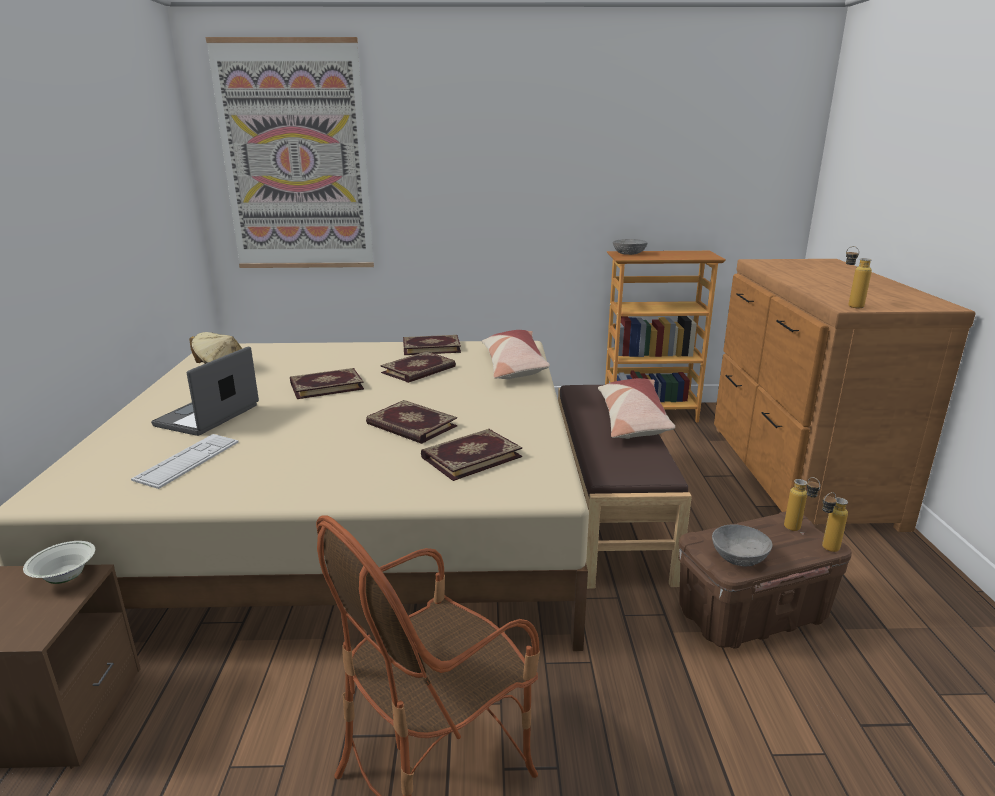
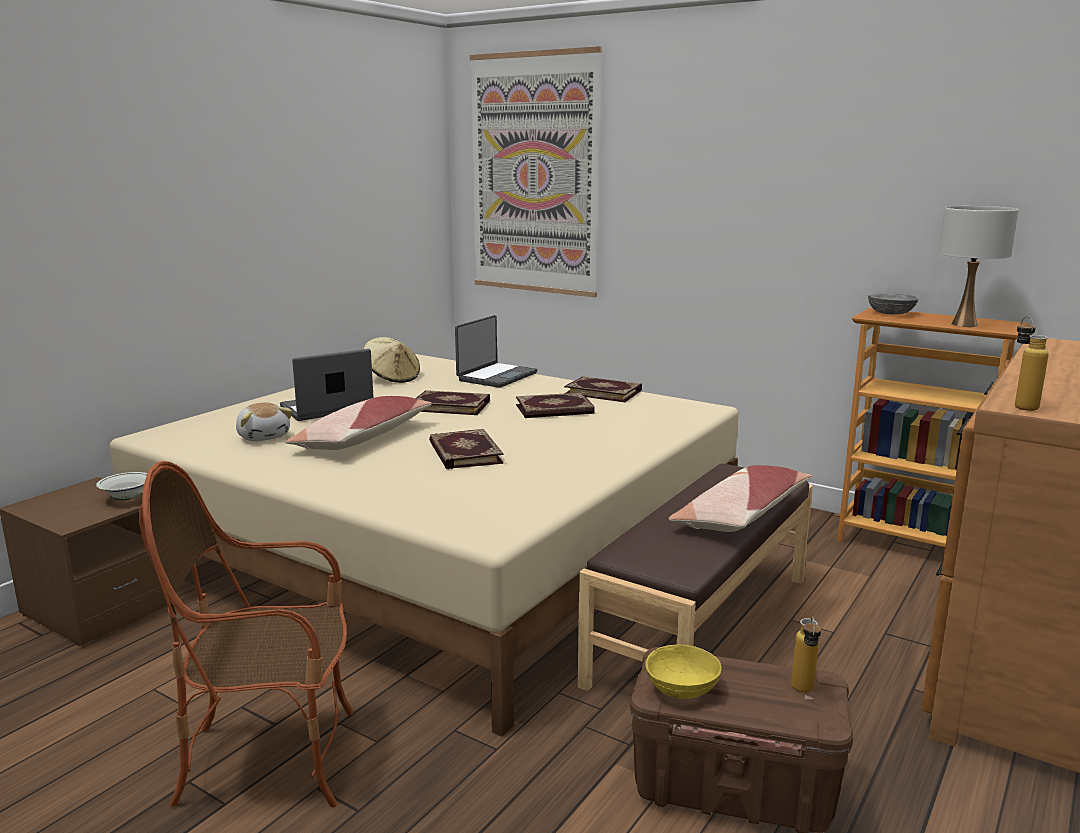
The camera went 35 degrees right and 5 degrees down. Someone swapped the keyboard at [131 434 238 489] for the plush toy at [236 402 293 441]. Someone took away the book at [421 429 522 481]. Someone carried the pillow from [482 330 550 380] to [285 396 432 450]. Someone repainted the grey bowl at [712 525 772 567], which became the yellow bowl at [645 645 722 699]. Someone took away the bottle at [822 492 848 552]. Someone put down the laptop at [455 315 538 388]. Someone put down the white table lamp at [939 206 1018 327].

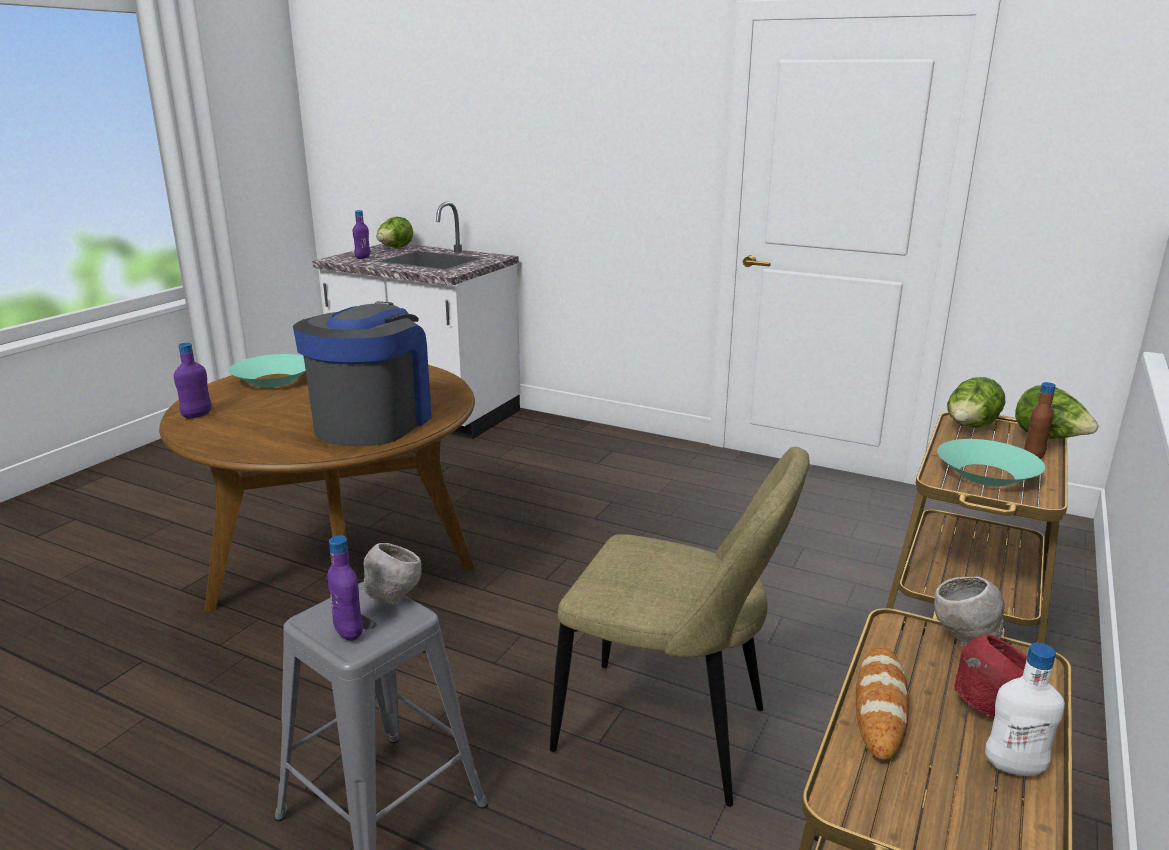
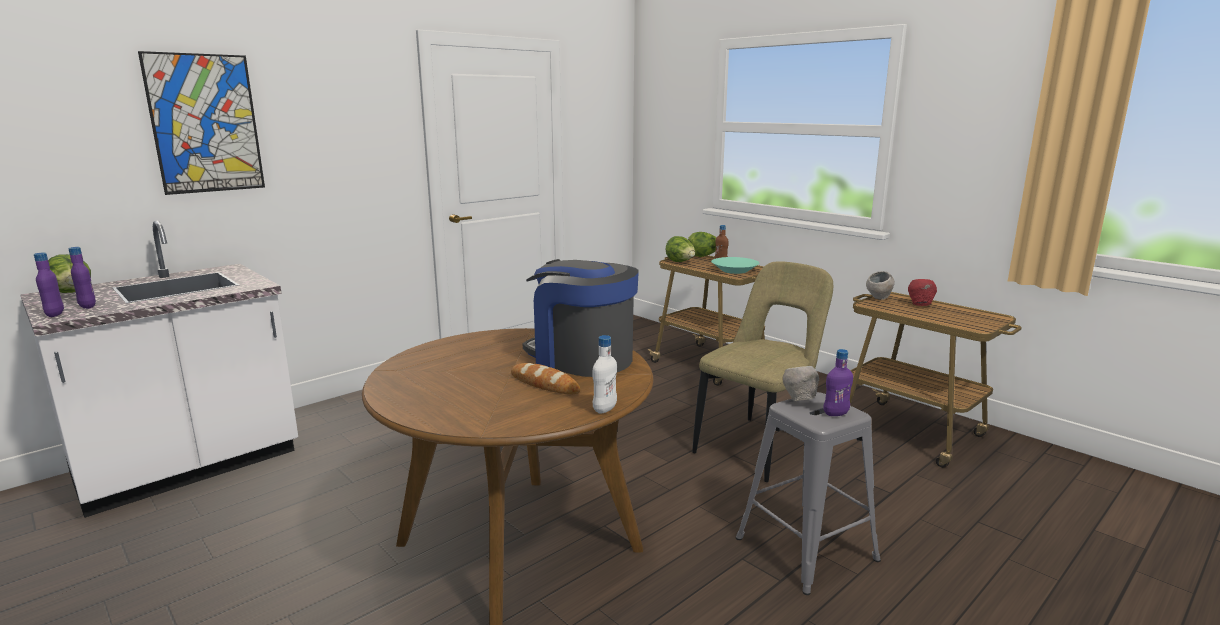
The camera went 70 degrees left and 5 degrees down. Someone carried the purple bottle from [174 343 212 419] to [34 253 64 317]. Someone took away the turquoise bowl at [229 354 306 387]. Someone carried the bread from [856 646 909 760] to [511 363 580 394]. Someone carried the white bottle from [985 643 1065 776] to [593 335 617 414]. Someone put up the picture at [138 51 265 195].

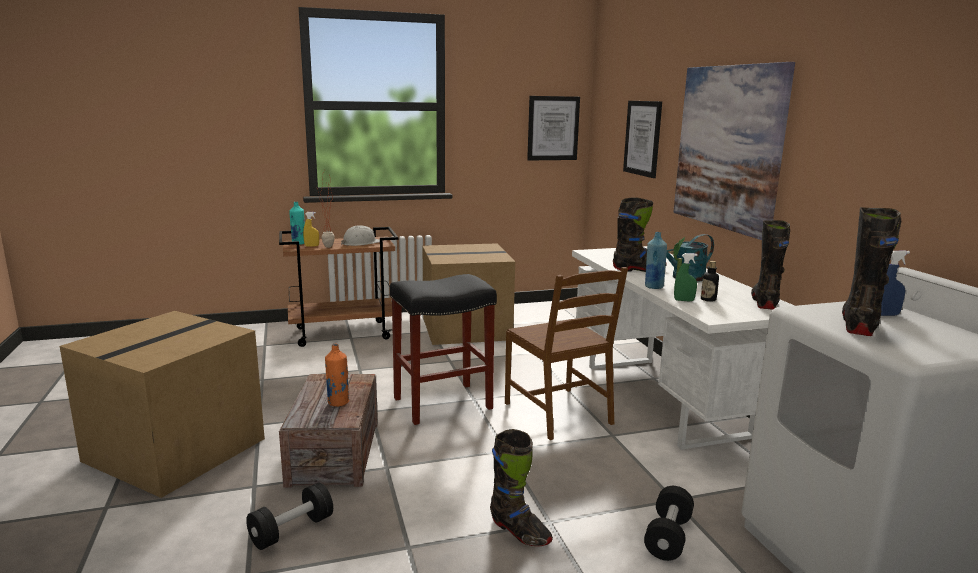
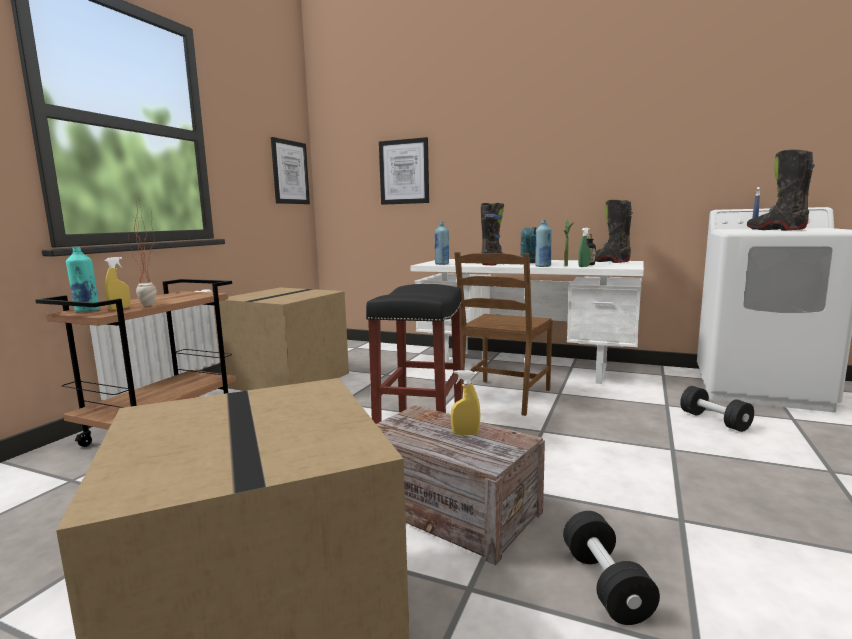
The camera went 50 degrees left and 5 degrees down. Someone swapped the orange bottle at [325 344 350 407] for the yellow spray bottle at [451 370 480 435]. Someone took away the white hard hat at [341 225 380 246]. Someone took away the black boot at [490 429 553 546]. Someone rotated the brown chair at [505 267 628 440] by 105 degrees clockwise. Someone took away the picture at [673 62 795 240]. Someone put down the blue bottle at [435 222 449 265].

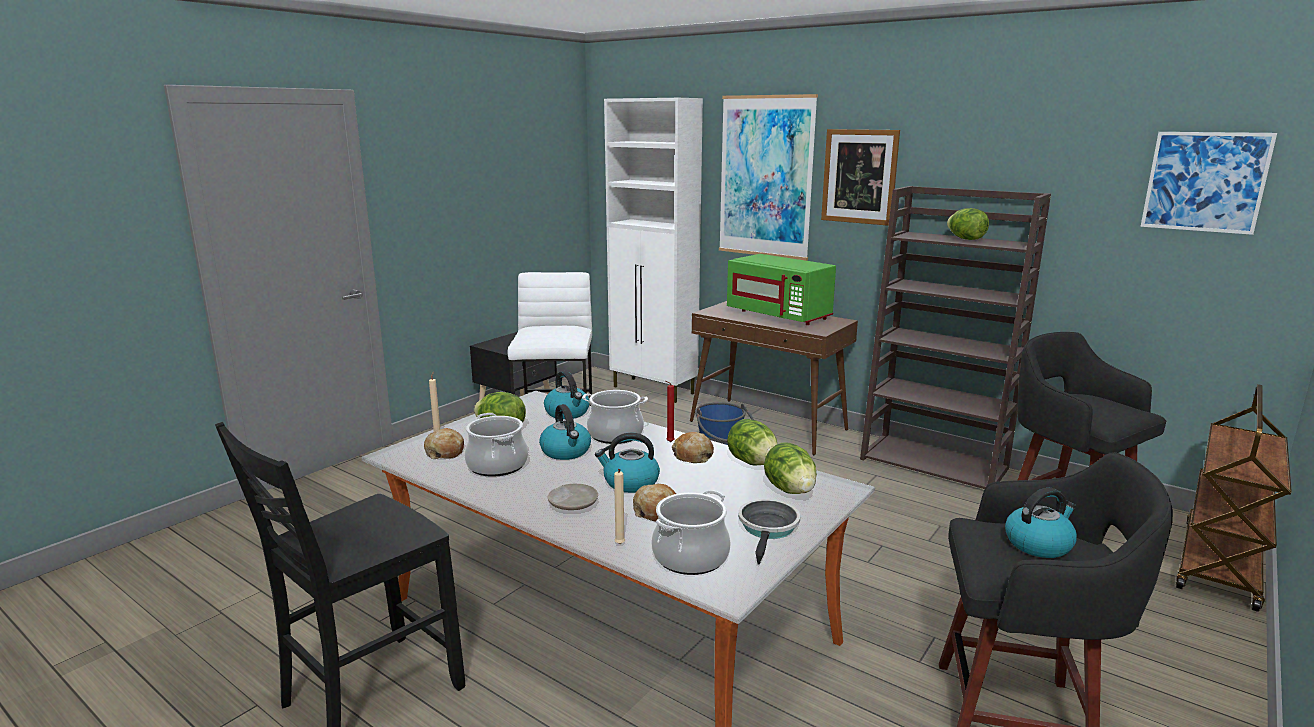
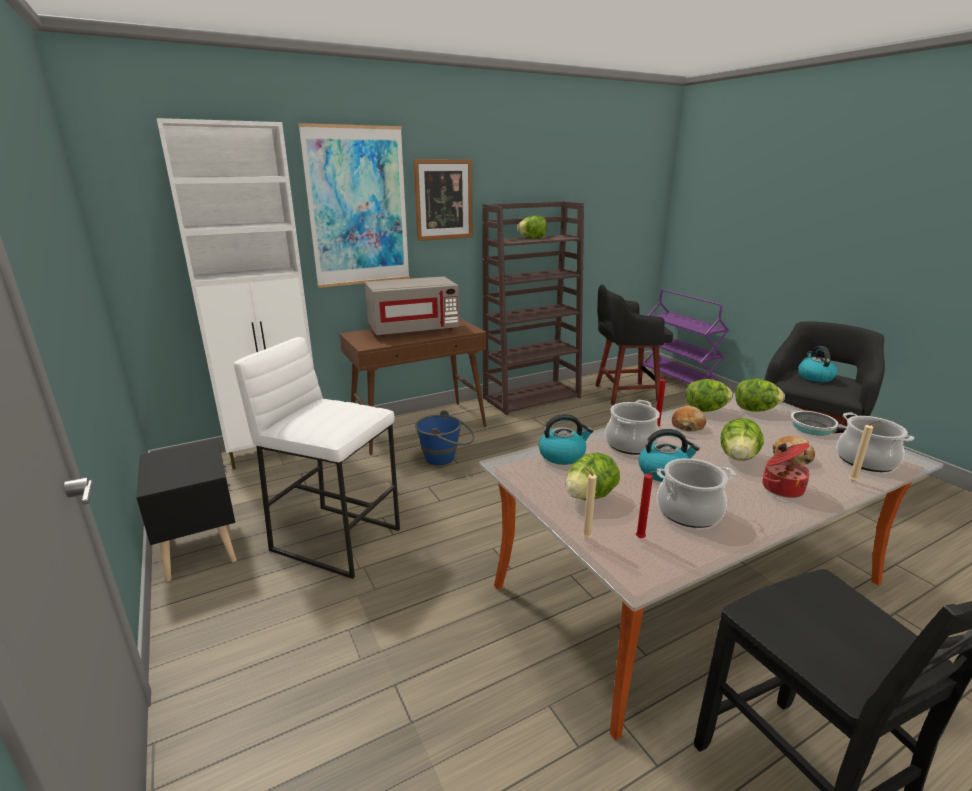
The camera went 65 degrees left and 5 degrees up. Someone swapped the bread at [424 428 464 459] for the red candle at [636 470 659 538]. Someone swapped the beige plate at [547 484 598 510] for the cooking pot at [762 443 809 498]. Someone swapped the kettle at [595 433 660 493] for the lettuce at [721 418 764 461]. Someone repainted the green microwave at [727 254 836 325], which became the grey microwave at [365 277 459 337]. Someone took away the picture at [1140 132 1277 235]. Someone repainted the brown cart at [1175 384 1292 612], which became the purple cart at [643 290 729 384].

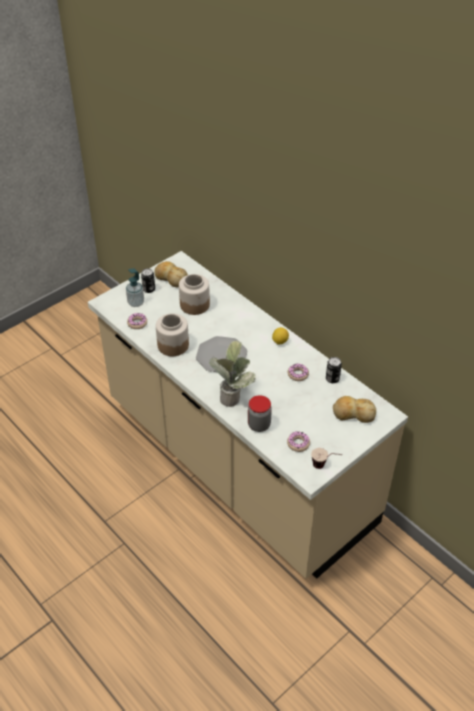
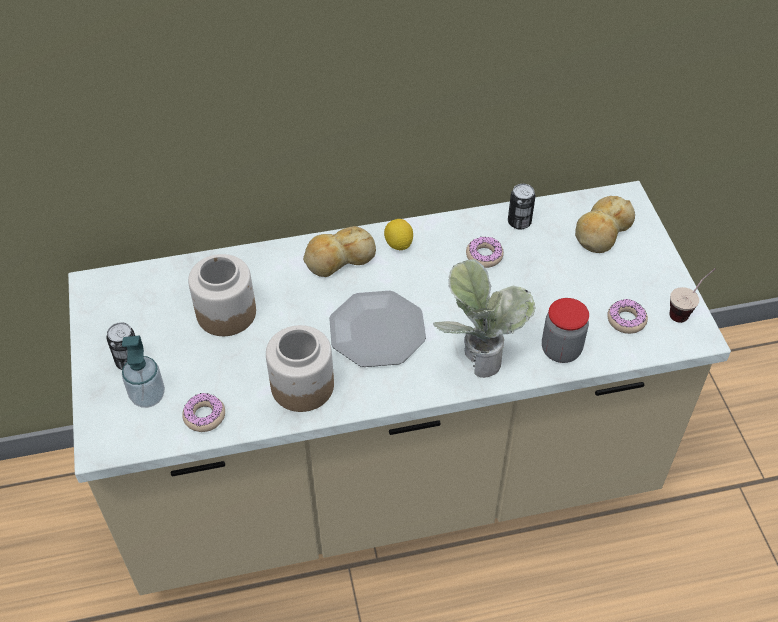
The camera went 60 degrees left and 5 degrees up. Someone carried the bread from [155 261 188 288] to [303 226 376 277].

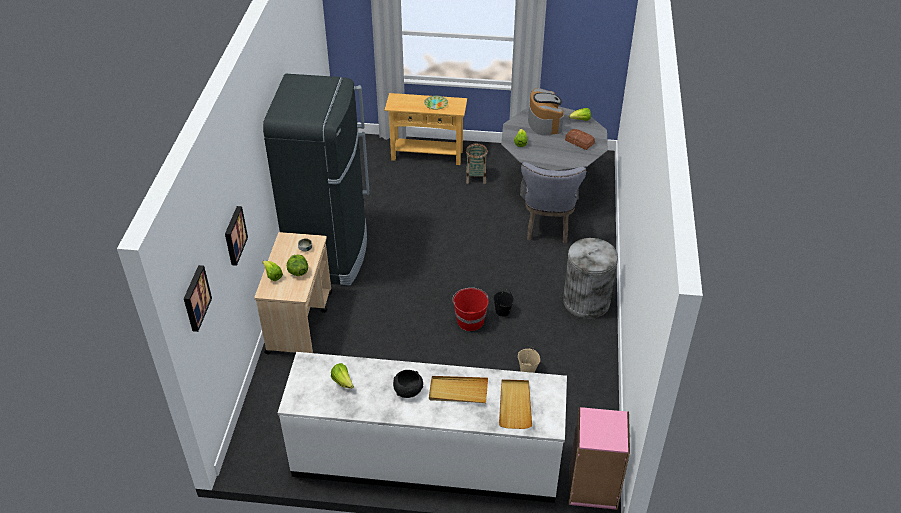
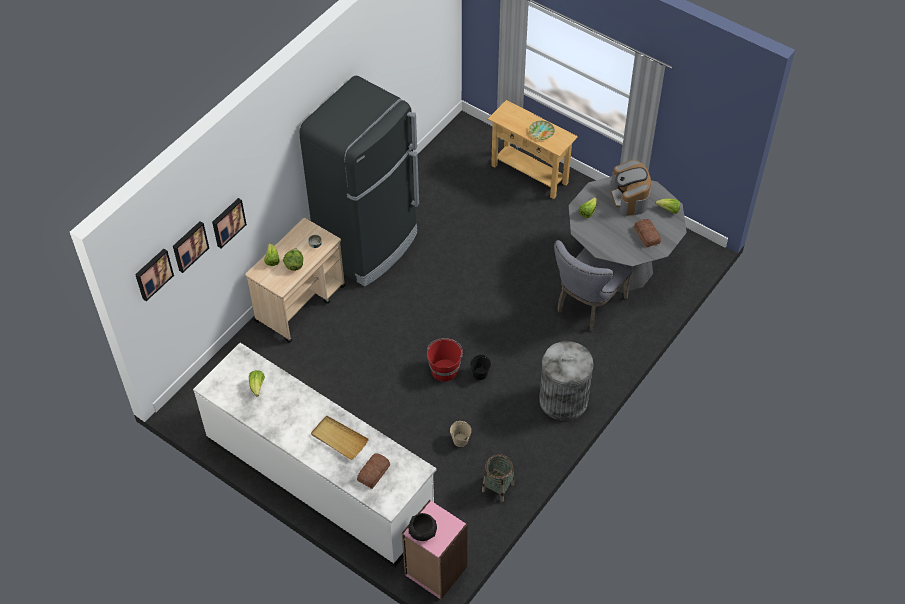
The camera went 30 degrees right and 10 degrees up. Someone carried the black bowl from [393 370 423 398] to [409 513 437 541]. Someone carried the basket from [466 144 488 184] to [482 454 514 502]. Someone swapped the beige tray at [499 379 532 429] for the bread at [357 453 390 489]. Someone rotated the coffee machine at [528 88 563 136] by 150 degrees clockwise. Someone put up the picture at [173 221 209 273].

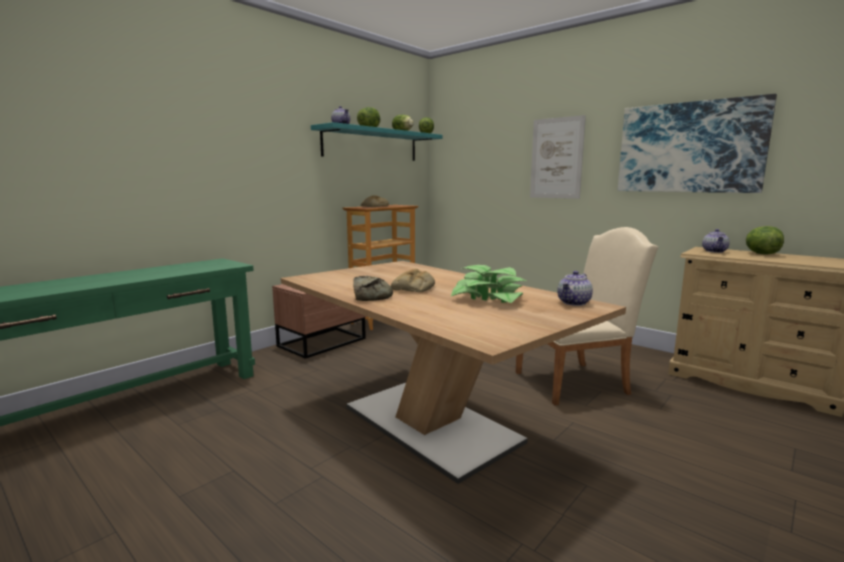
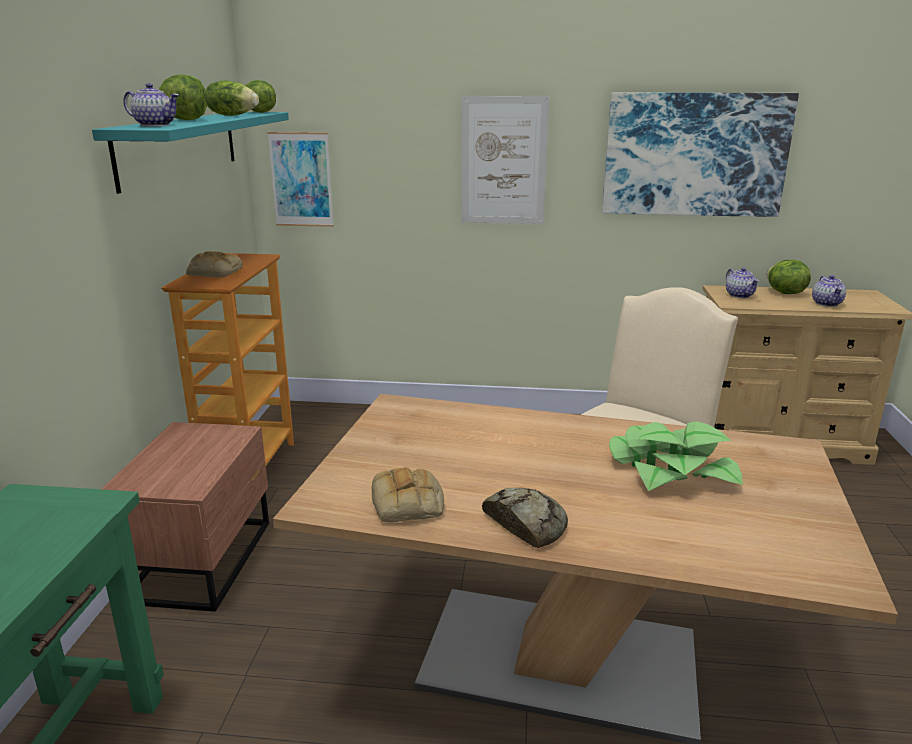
The camera went 35 degrees left and 10 degrees up. Someone carried the bread from [391 269 435 292] to [372 467 444 522]. Someone carried the teapot from [557 271 593 306] to [812 275 846 307]. Someone put up the picture at [267 132 334 227].

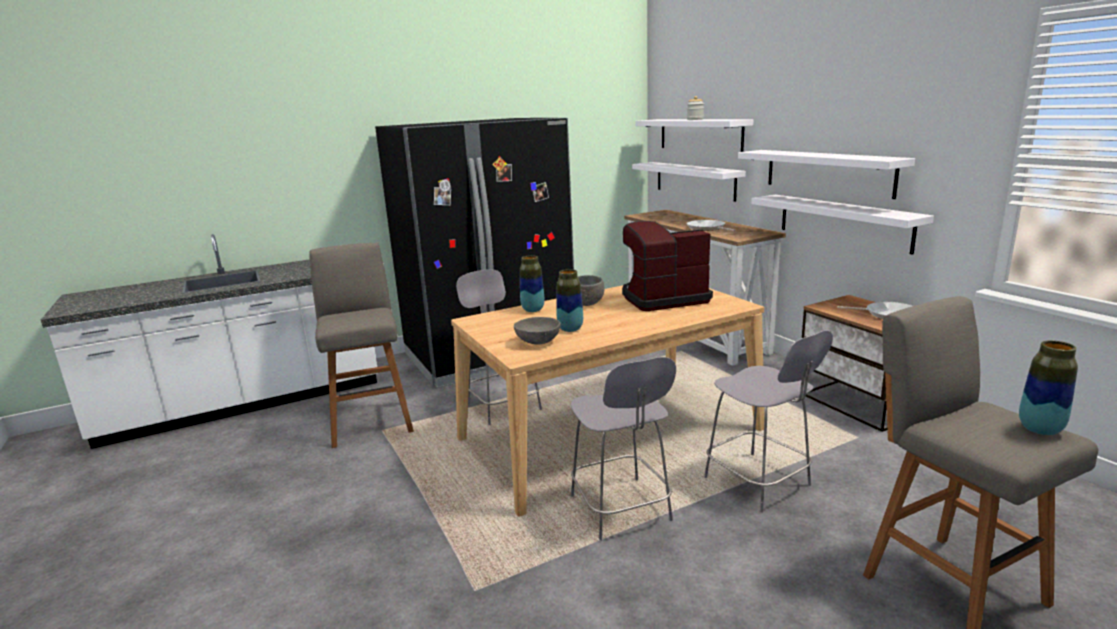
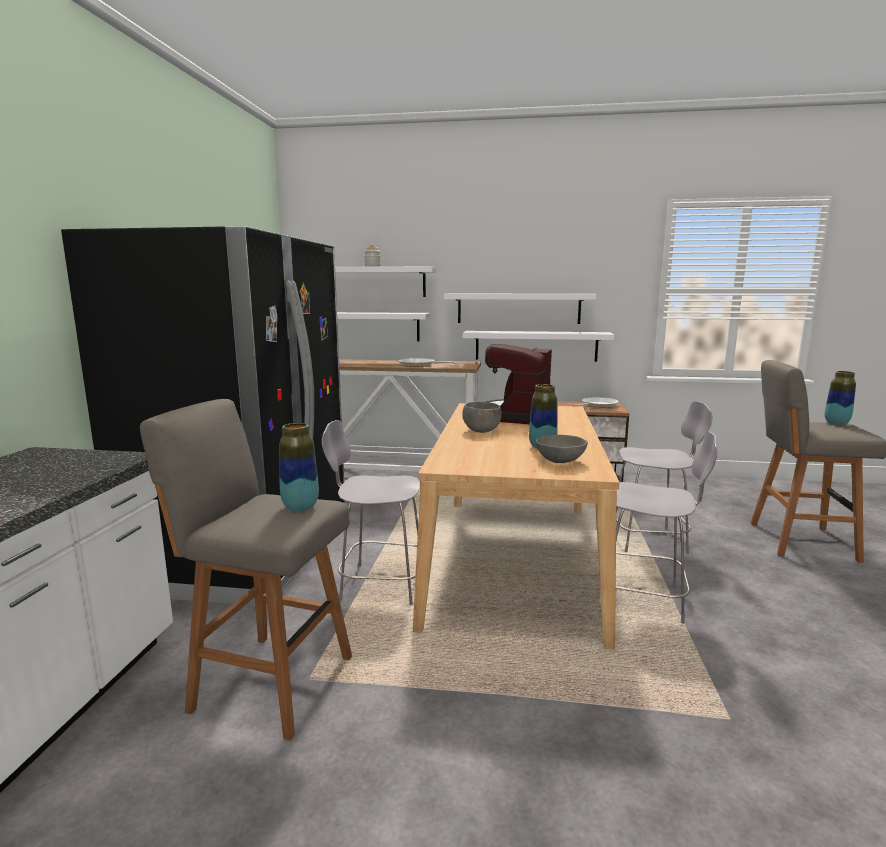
The camera went 55 degrees left and 5 degrees down. Someone carried the vase from [520 255 544 312] to [279 423 319 511].

